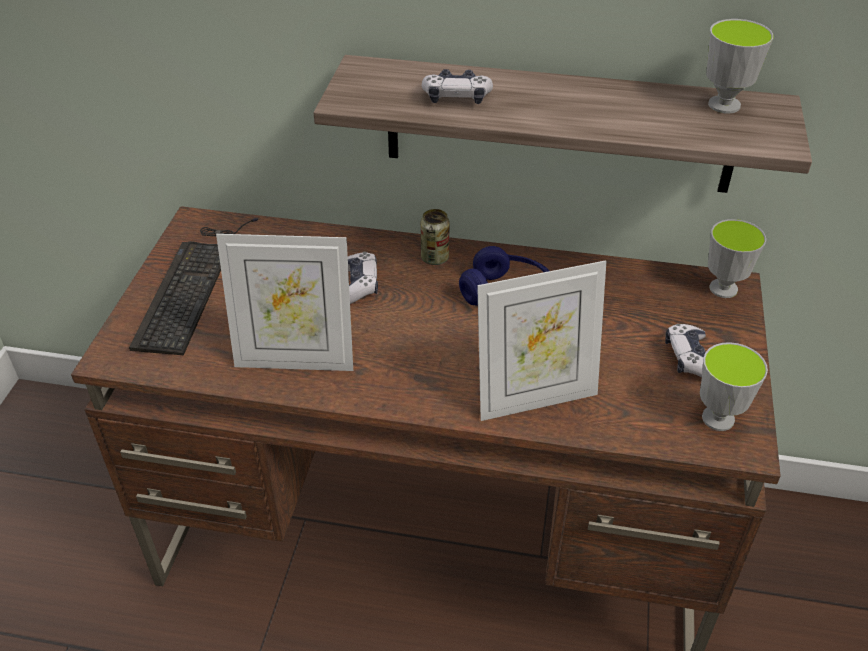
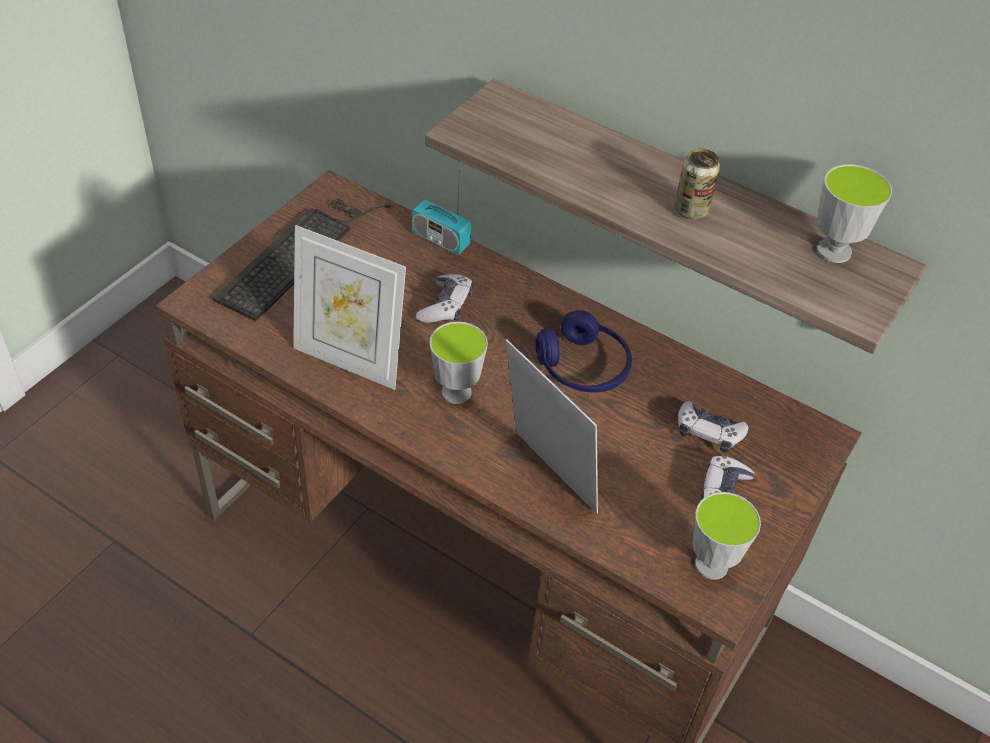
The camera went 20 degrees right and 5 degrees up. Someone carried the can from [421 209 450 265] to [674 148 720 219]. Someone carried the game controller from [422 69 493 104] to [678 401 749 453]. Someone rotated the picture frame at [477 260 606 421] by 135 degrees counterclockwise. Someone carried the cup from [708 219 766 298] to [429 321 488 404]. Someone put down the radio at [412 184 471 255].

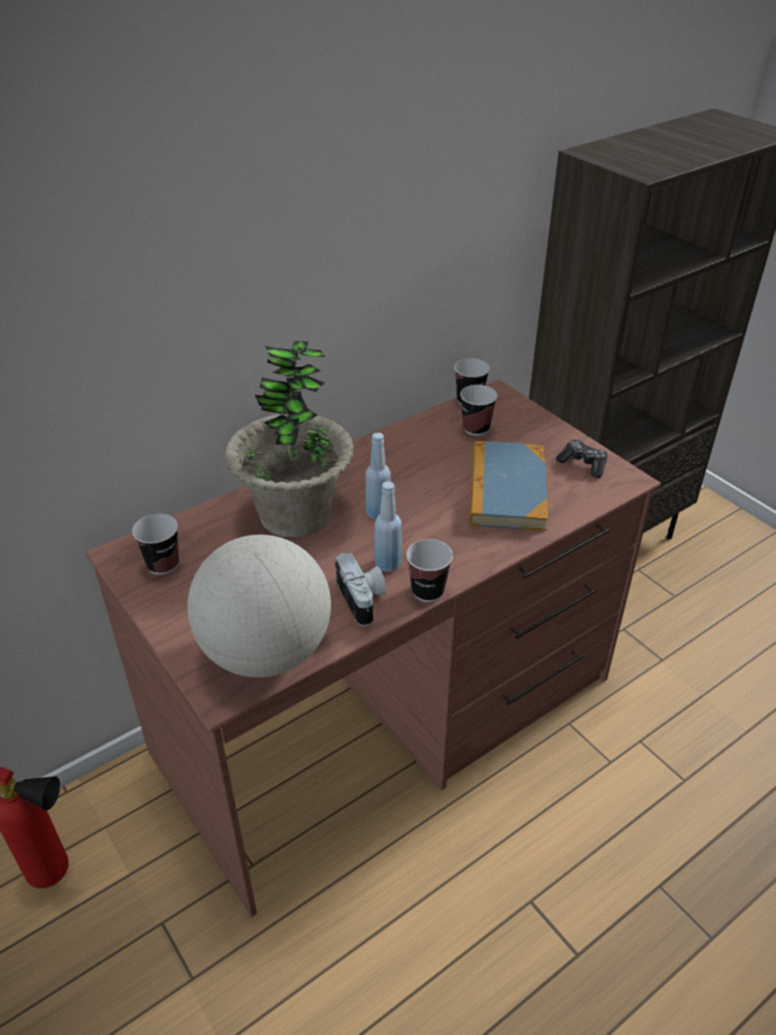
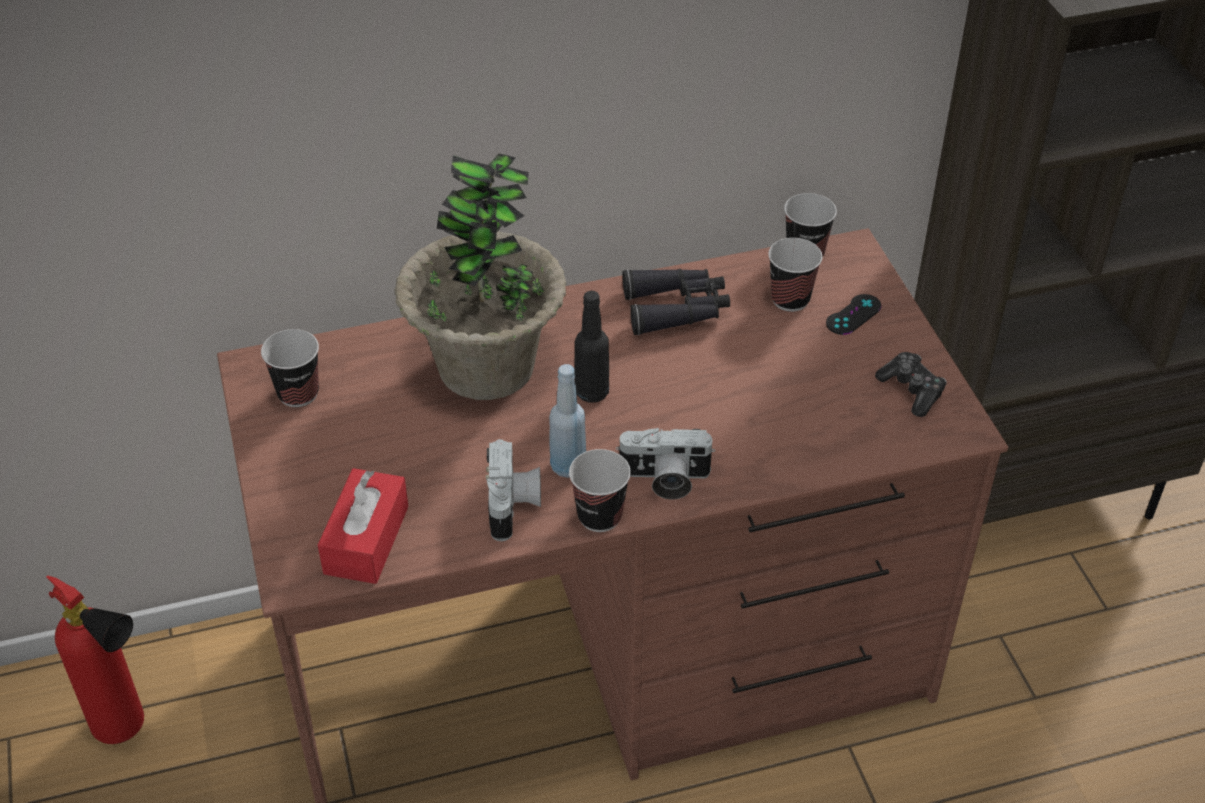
The camera went 20 degrees right and 5 degrees up. Someone swapped the globe at [187 535 331 678] for the red tissue box at [318 468 409 584]. Someone repainted the blue bottle at [366 433 391 520], which became the black bottle at [574 291 609 403]. Someone took away the book at [469 441 548 531]. Someone put down the photo camera at [616 428 715 500]. Someone put down the black binoculars at [622 269 730 335]. Someone put down the black game controller at [826 294 881 335].

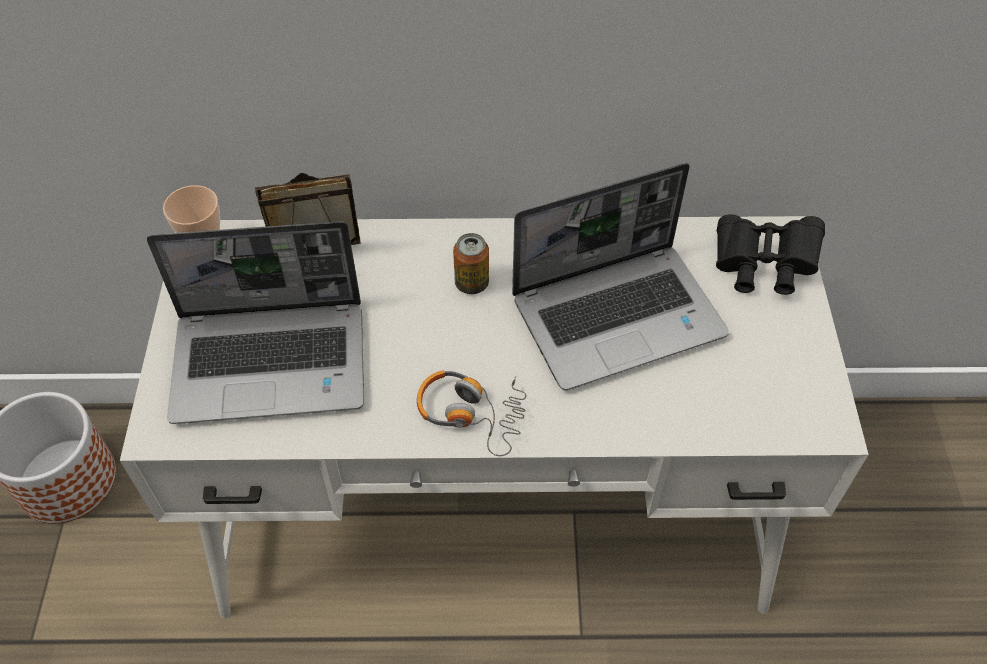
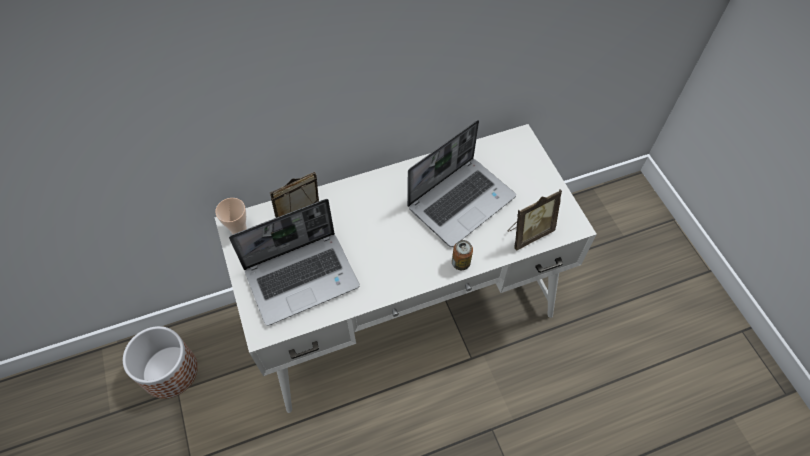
The camera went 20 degrees left and 5 degrees up. Someone took away the headphones at [417 370 526 456]. Someone carried the can from [453 233 489 294] to [452 240 473 270]. Someone took away the black binoculars at [716 214 825 295]. Someone put down the picture frame at [507 189 562 251].

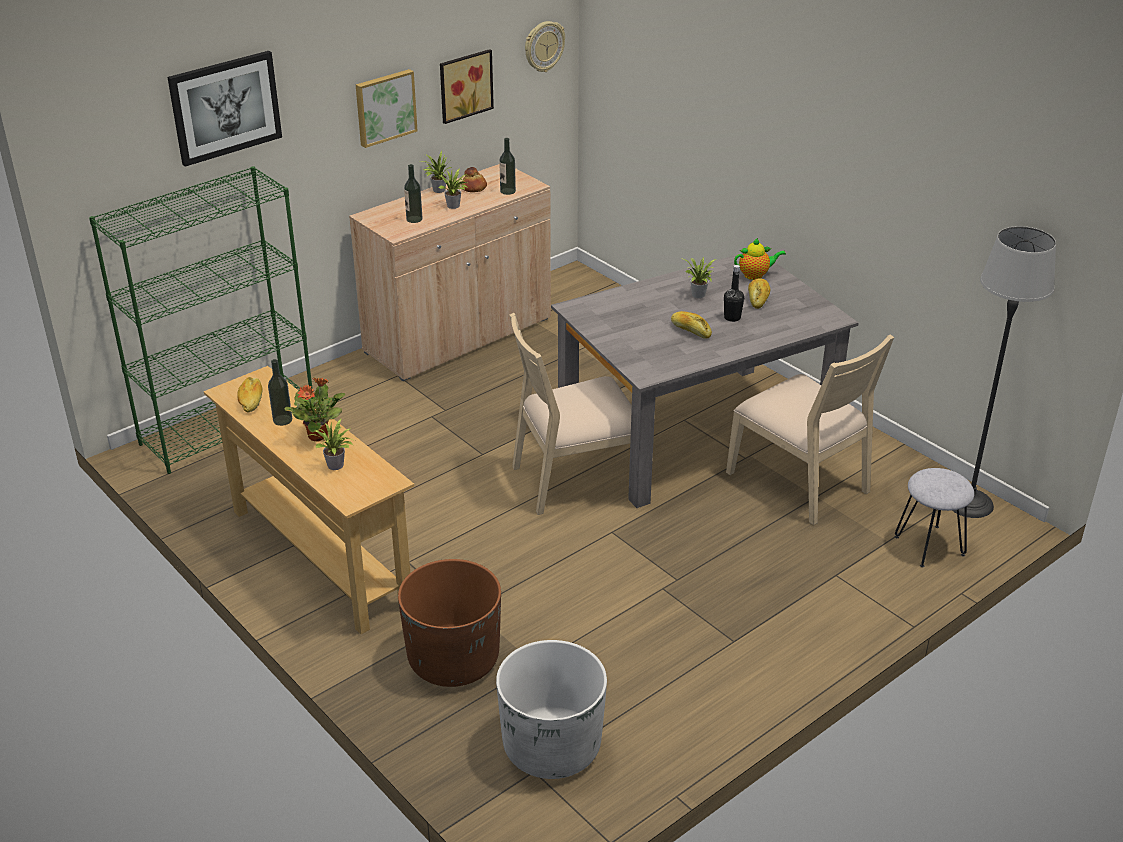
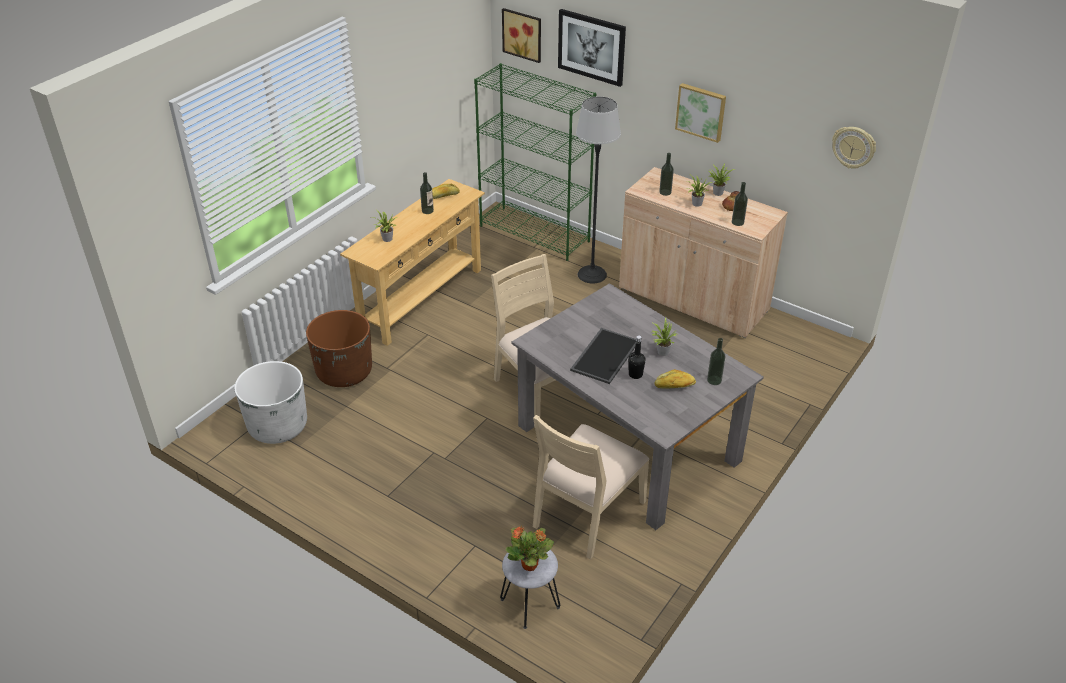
The camera went 75 degrees right and 5 degrees up. Someone carried the potted plant from [284 377 345 442] to [506 526 554 571]. Someone carried the picture from [440 49 494 124] to [502 8 541 63]. Someone swapped the bread at [671 311 712 339] for the tray at [570 328 636 384]. Someone swapped the teapot at [734 238 786 280] for the bottle at [707 338 725 385]. Someone carried the floor lamp from [952 226 1056 518] to [576 96 621 284].

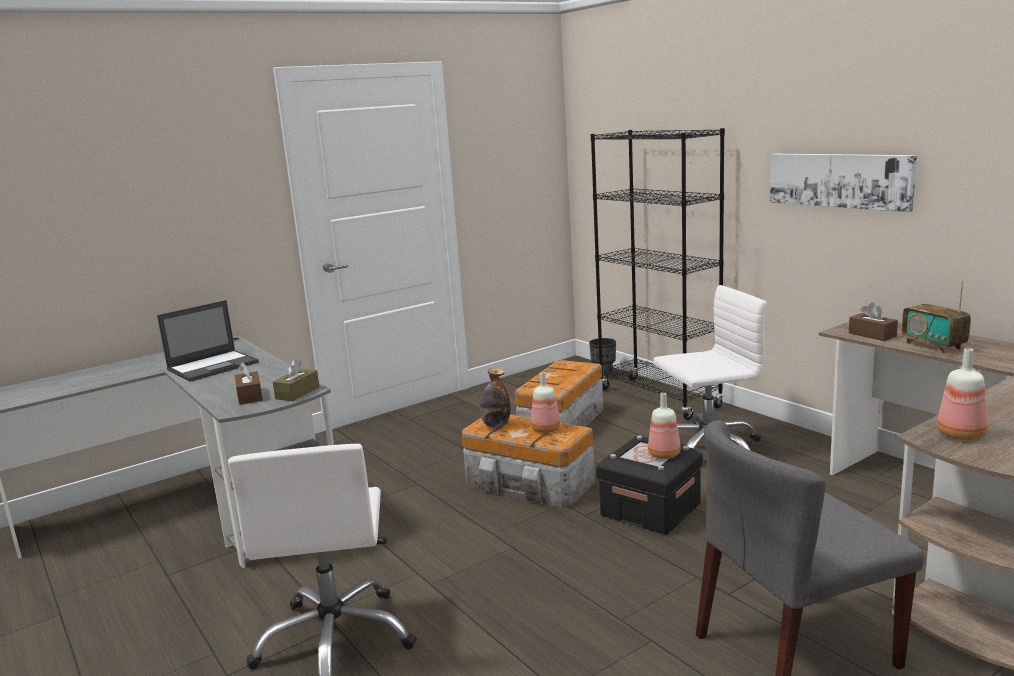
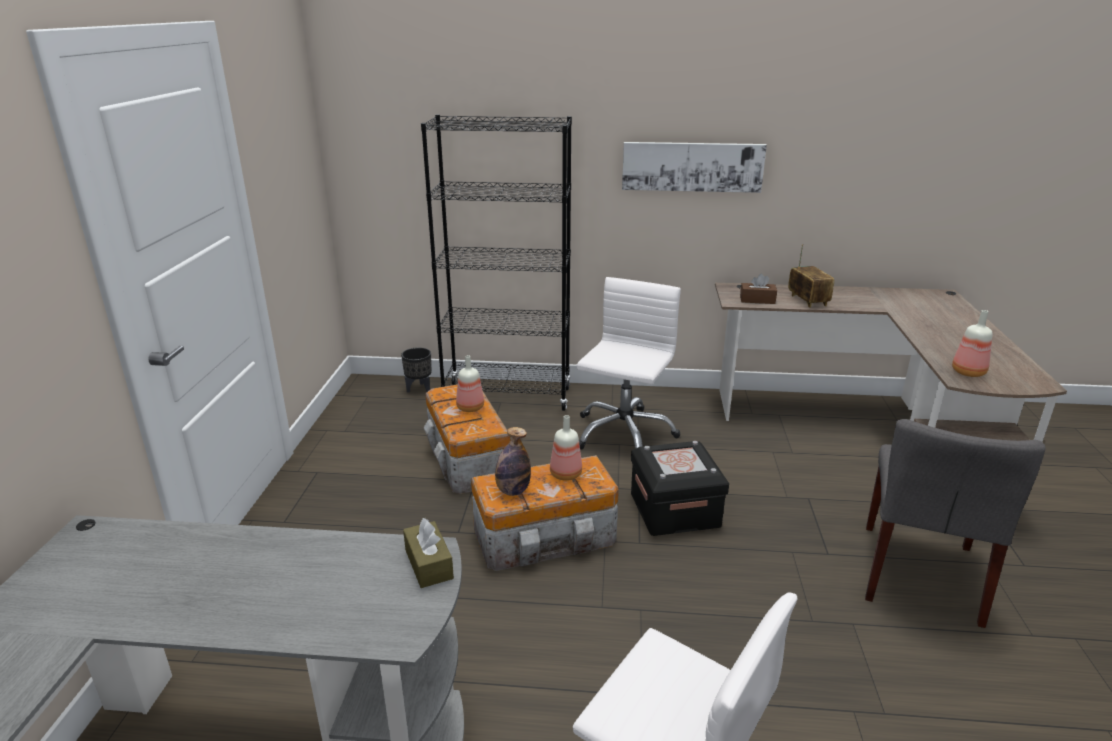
The camera went 50 degrees left and 10 degrees up. Someone took away the laptop at [157 300 259 382]. Someone took away the brown tissue box at [235 362 263 405]. Someone carried the bottle from [648 393 681 459] to [456 355 484 412]. Someone rotated the radio at [902 281 971 354] by 120 degrees counterclockwise.

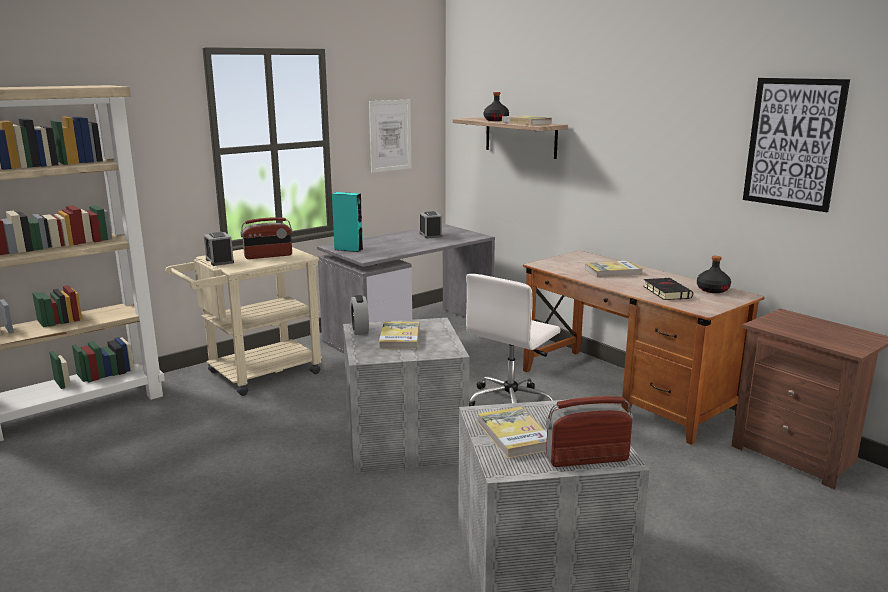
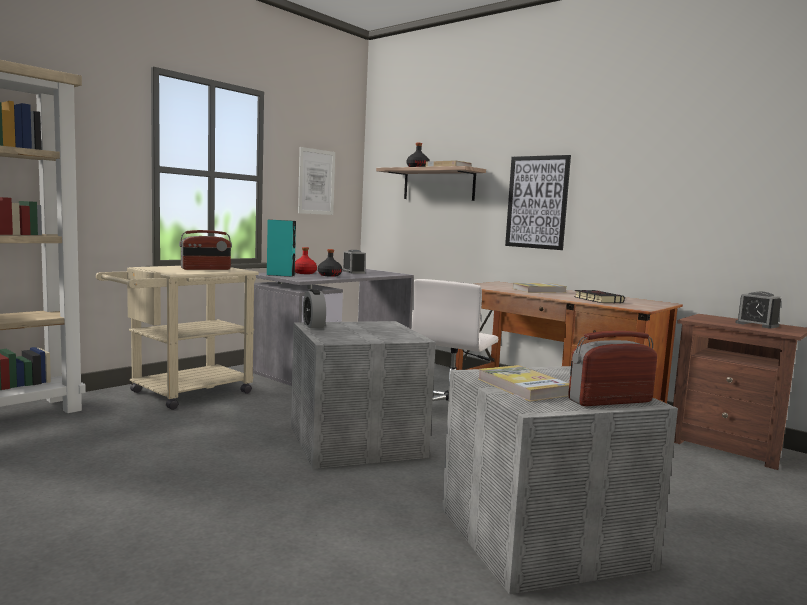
The camera went 10 degrees left and 10 degrees down. Someone carried the alarm clock from [204 232 234 266] to [736 292 781 329]. Someone took away the book at [379 322 419 349]. Someone carried the black bottle from [697 256 731 293] to [318 249 342 277]. Someone carried the picture from [743 78 850 212] to [505 155 571 250]. Someone put down the red bottle at [295 247 317 274].

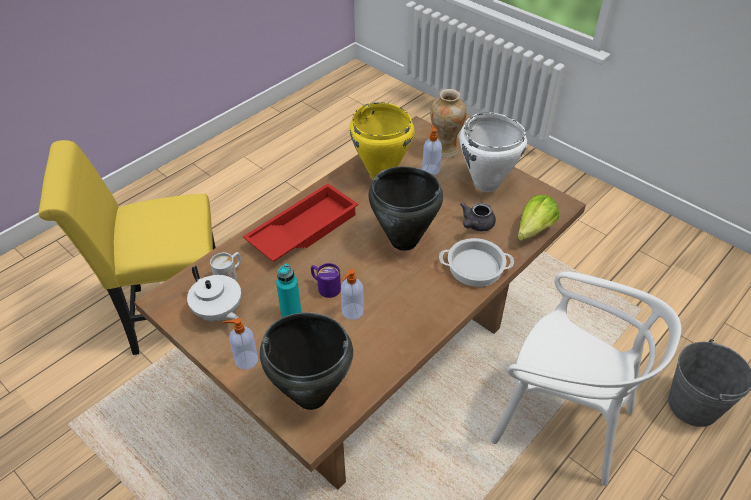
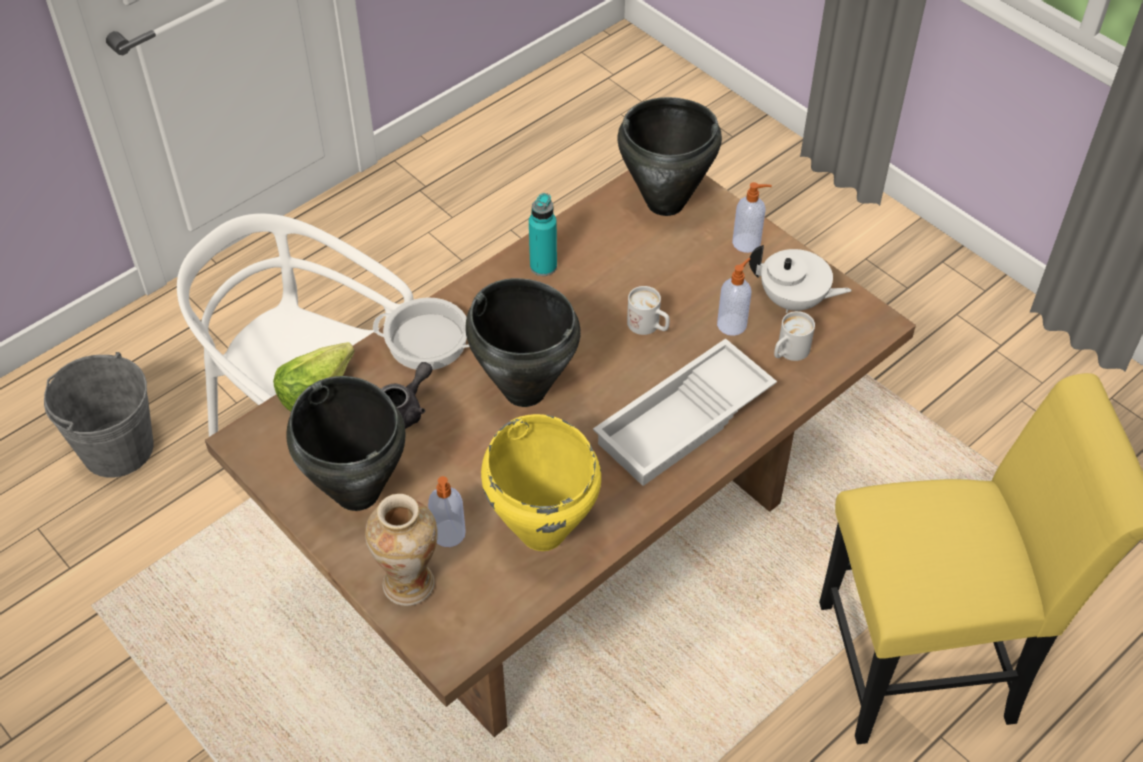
The camera went 175 degrees left and 5 degrees up. Someone rotated the white teapot at [187 266 241 321] by 150 degrees clockwise. Someone repainted the red tray at [243 183 358 262], which became the white tray at [593 338 777 486]. Someone carried the turquoise bottle from [276 263 302 317] to [529 193 557 276]. Someone repainted the purple mug at [311 263 341 298], which became the white mug at [627 286 670 335]. Someone carried the soap dispenser from [341 269 364 320] to [717 258 751 336]. Someone repainted the white cooking pot at [459 113 527 192], which became the black cooking pot at [286 376 406 511].

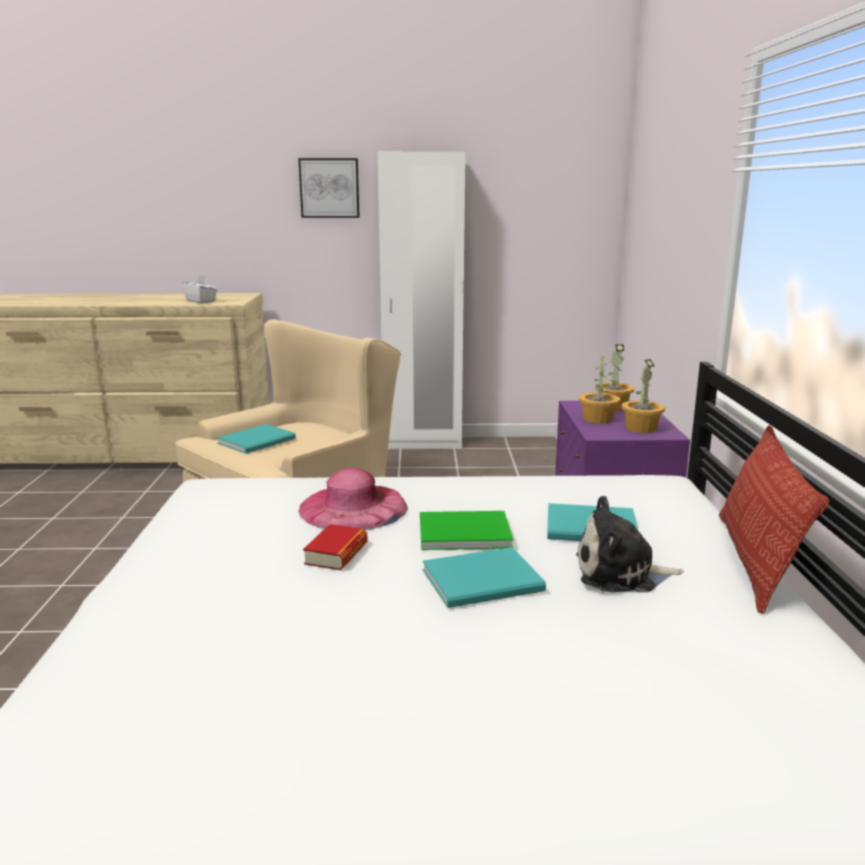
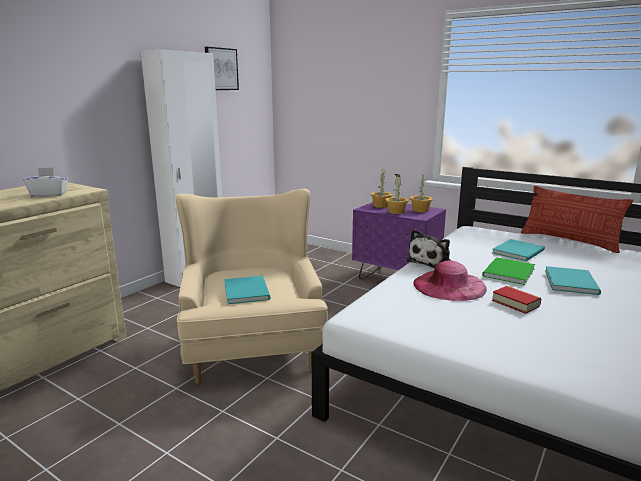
The camera went 55 degrees left and 0 degrees up. Someone carried the picture from [298 158 360 218] to [205 47 239 90]. Someone carried the plush toy from [576 496 684 592] to [407 229 452 268].

